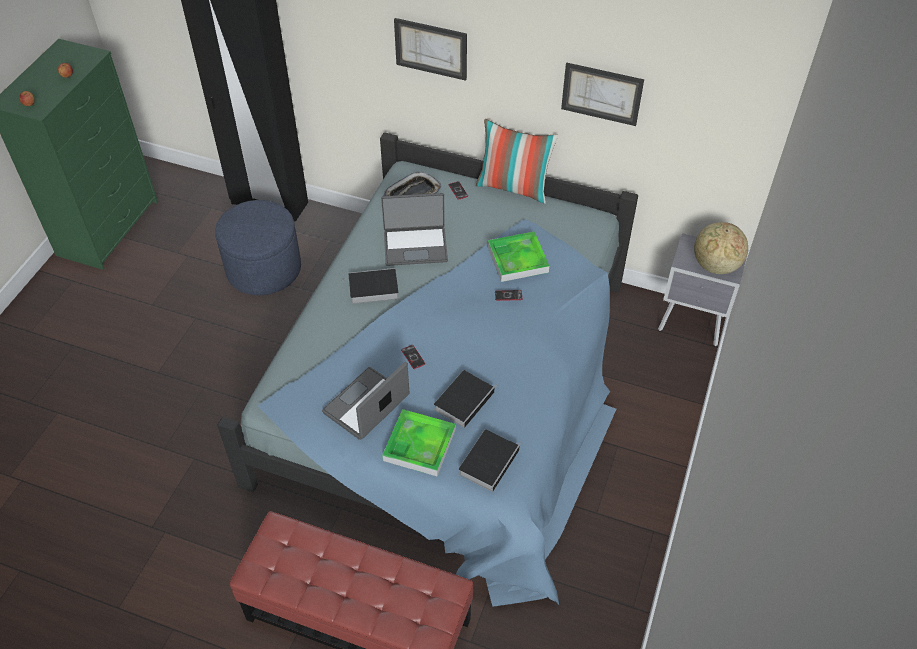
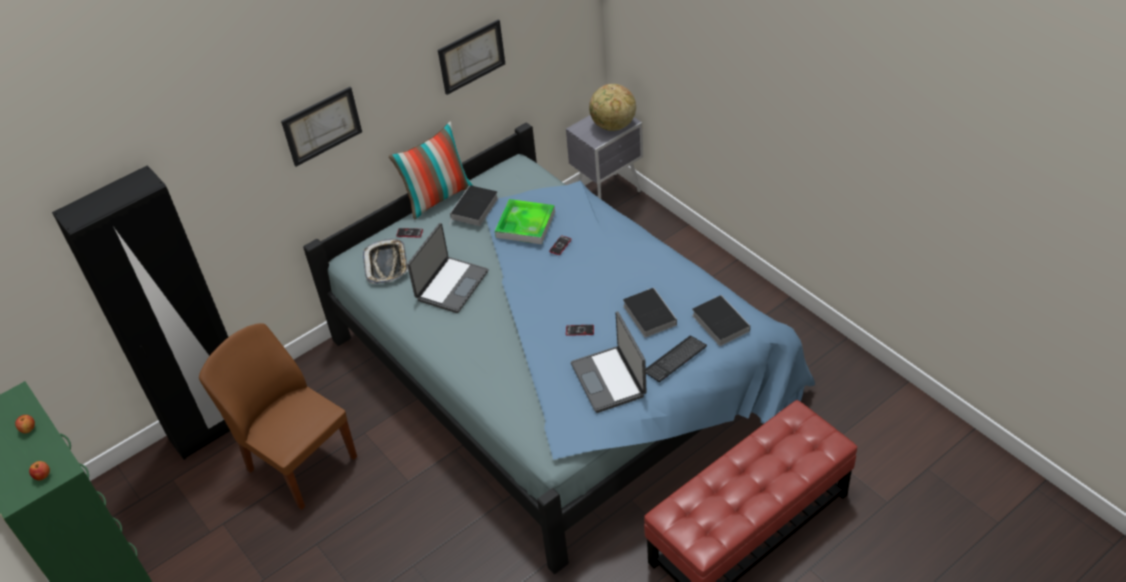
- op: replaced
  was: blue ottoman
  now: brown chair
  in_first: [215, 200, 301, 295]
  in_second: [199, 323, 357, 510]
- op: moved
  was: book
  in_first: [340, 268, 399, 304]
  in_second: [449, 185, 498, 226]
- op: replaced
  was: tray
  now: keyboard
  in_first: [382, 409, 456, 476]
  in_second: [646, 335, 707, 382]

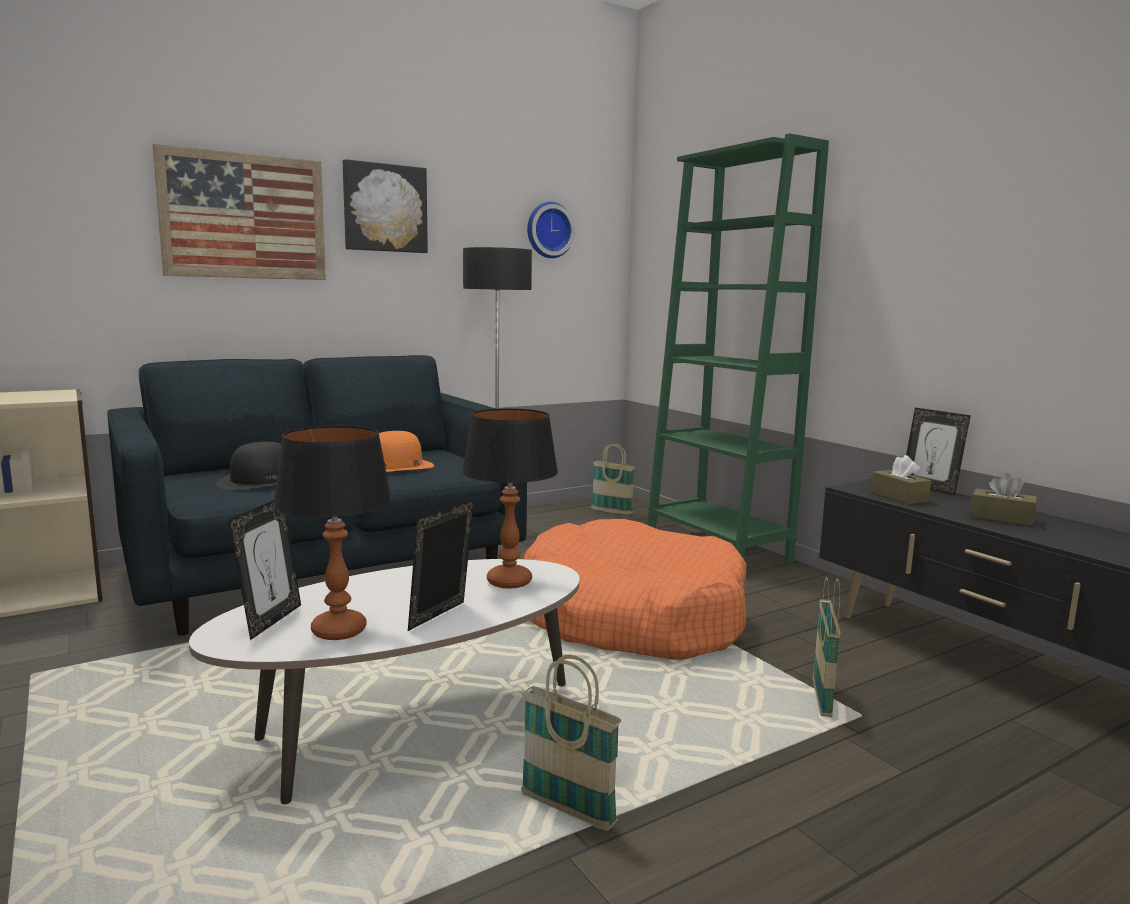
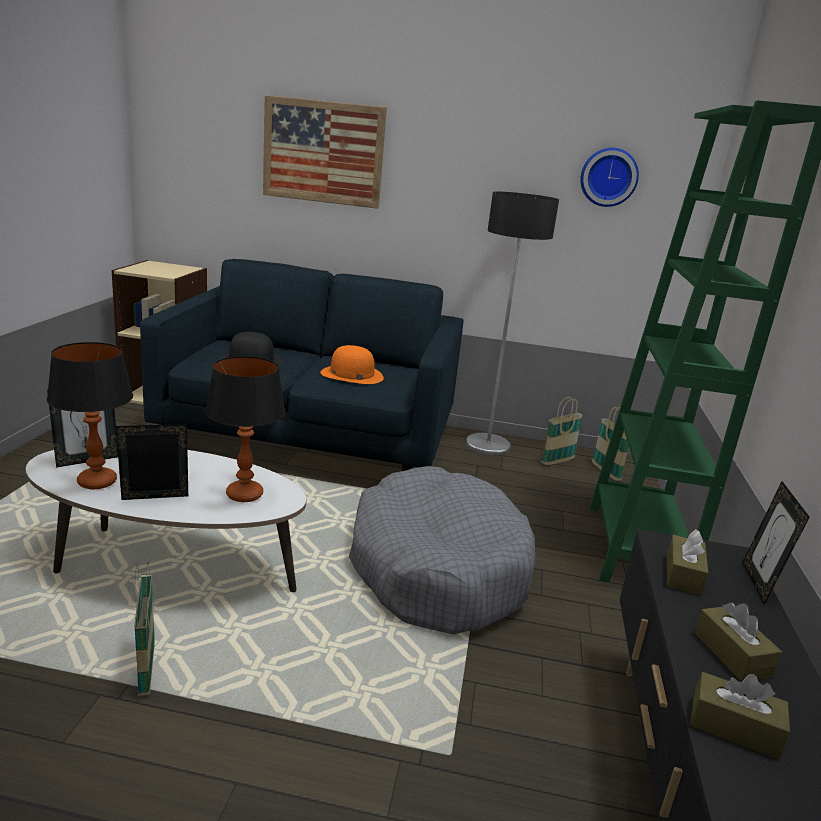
- op: removed
  was: picture
  in_first: [343, 159, 428, 253]
- op: recoloured
  was: orange dog bed
  now: grey dog bed
  in_first: [524, 519, 746, 660]
  in_second: [349, 466, 535, 634]
- op: moved
  was: basket
  in_first: [813, 577, 840, 717]
  in_second: [541, 397, 583, 465]
- op: added
  now: brown tissue box
  in_second: [690, 672, 790, 759]

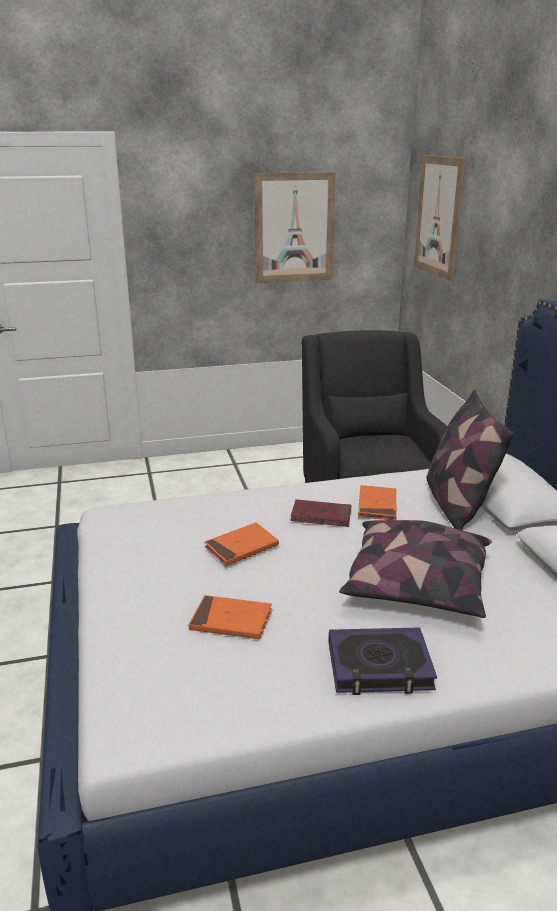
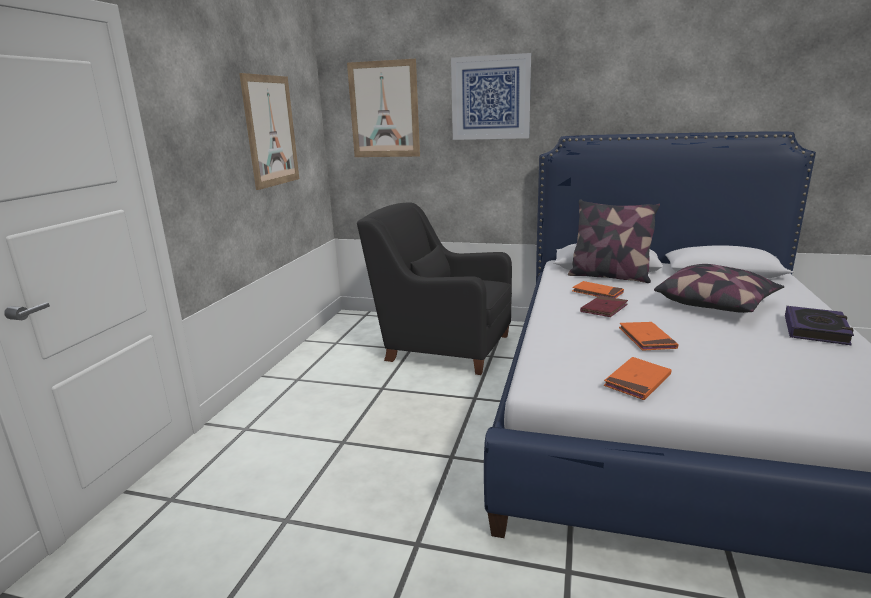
- op: moved
  was: orange book
  in_first: [188, 595, 272, 639]
  in_second: [604, 357, 672, 400]
- op: added
  now: picture
  in_second: [451, 53, 531, 140]

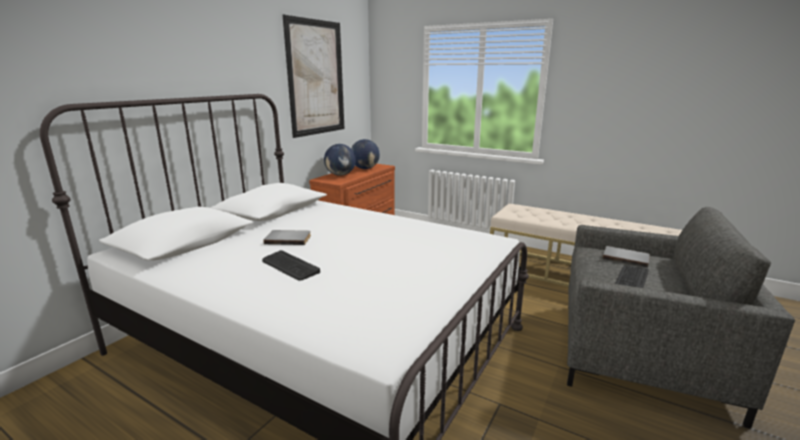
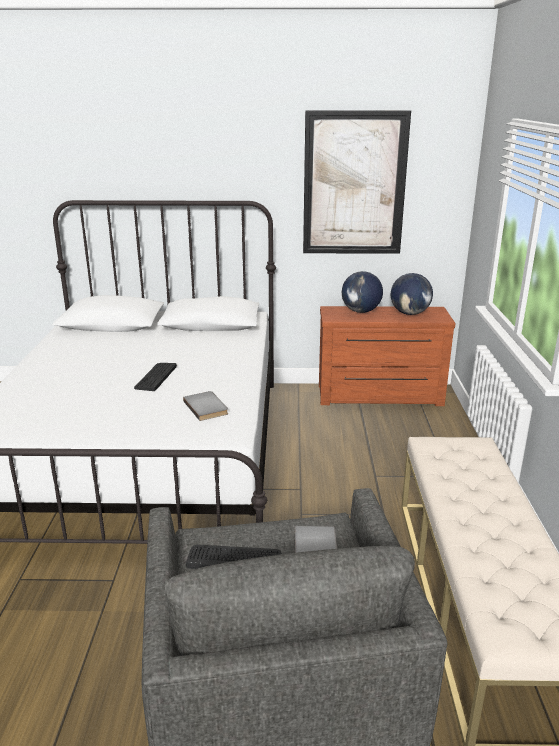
- op: moved
  was: keyboard
  in_first: [262, 250, 320, 281]
  in_second: [134, 363, 177, 391]
- op: moved
  was: grey book
  in_first: [263, 230, 311, 245]
  in_second: [183, 391, 228, 421]

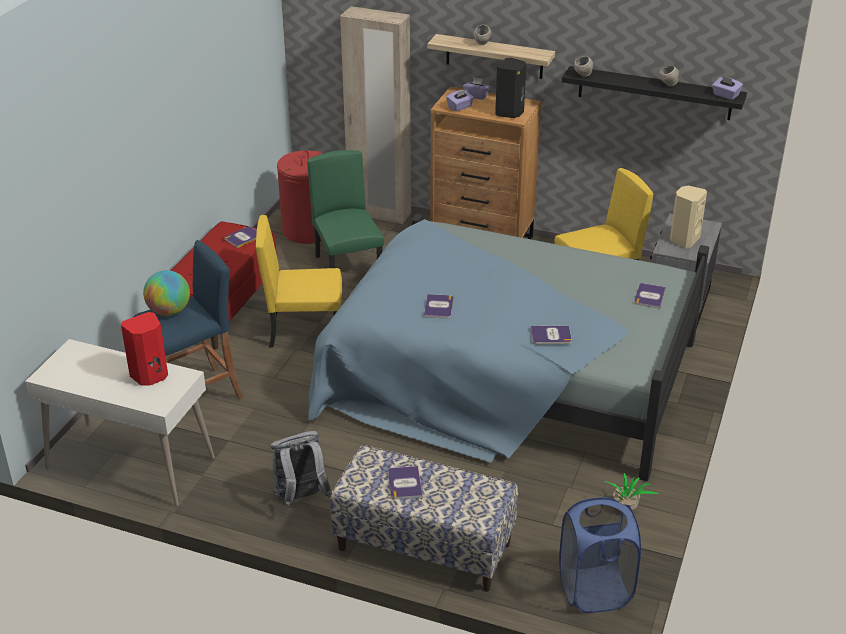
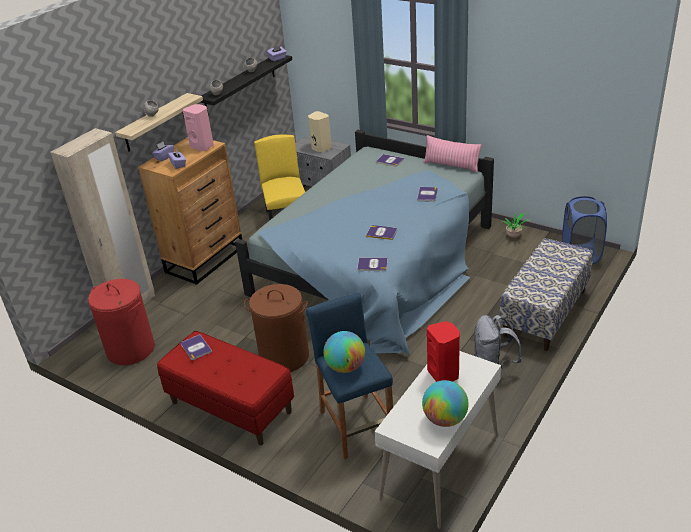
- op: replaced
  was: yellow chair
  now: brown laundry basket
  in_first: [256, 215, 342, 347]
  in_second: [244, 284, 309, 372]
- op: removed
  was: green chair
  in_first: [307, 150, 384, 268]
- op: moved
  was: book
  in_first: [388, 466, 423, 499]
  in_second: [357, 257, 388, 271]
- op: recoloured
  was: black speaker
  now: pink speaker
  in_first: [495, 58, 526, 118]
  in_second: [183, 104, 214, 151]
- op: added
  now: globe
  in_second: [422, 380, 469, 427]
- op: added
  now: pink pillow
  in_second: [423, 135, 482, 173]

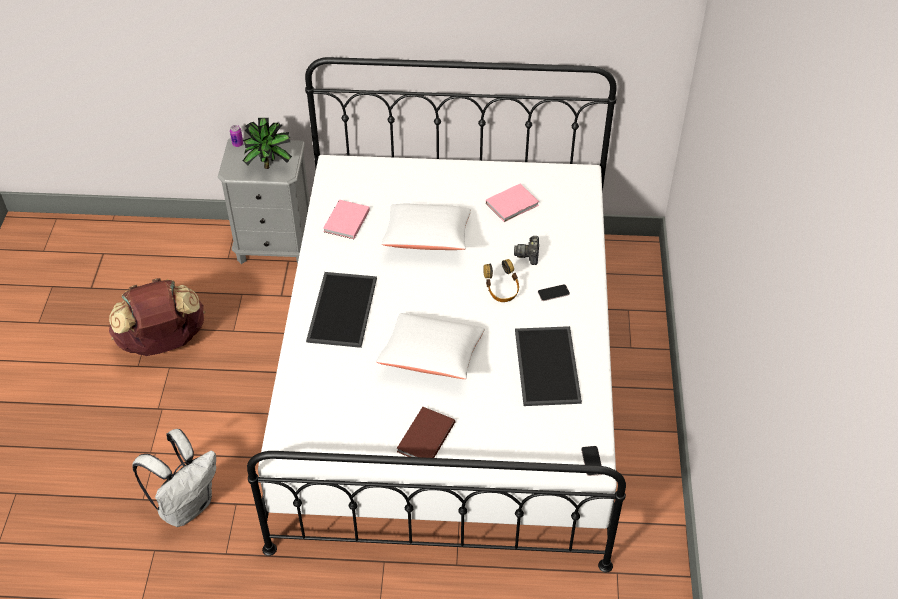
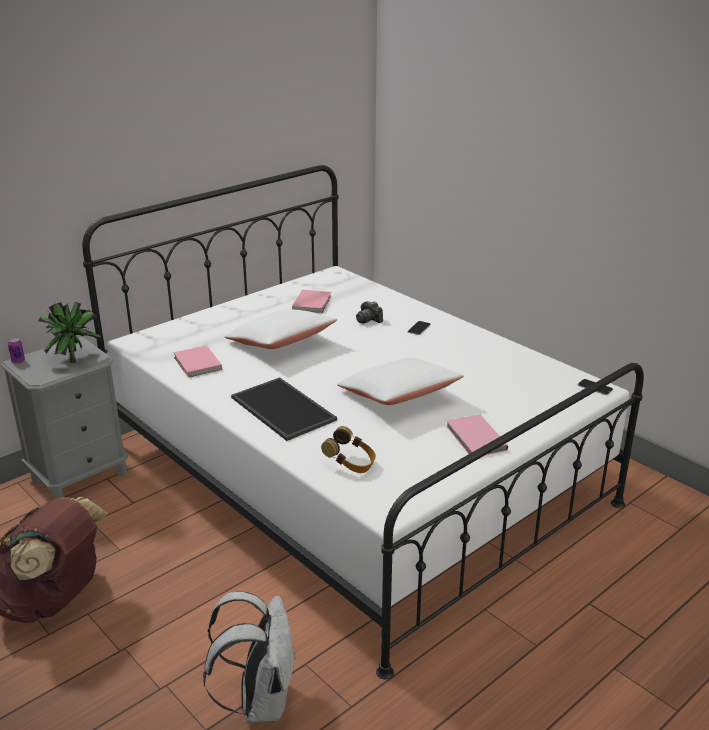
- op: recoloured
  was: brown book
  now: pink book
  in_first: [397, 407, 456, 458]
  in_second: [446, 414, 508, 455]
- op: moved
  was: headphones
  in_first: [483, 259, 519, 302]
  in_second: [321, 426, 376, 473]
- op: removed
  was: tray
  in_first: [515, 326, 582, 406]

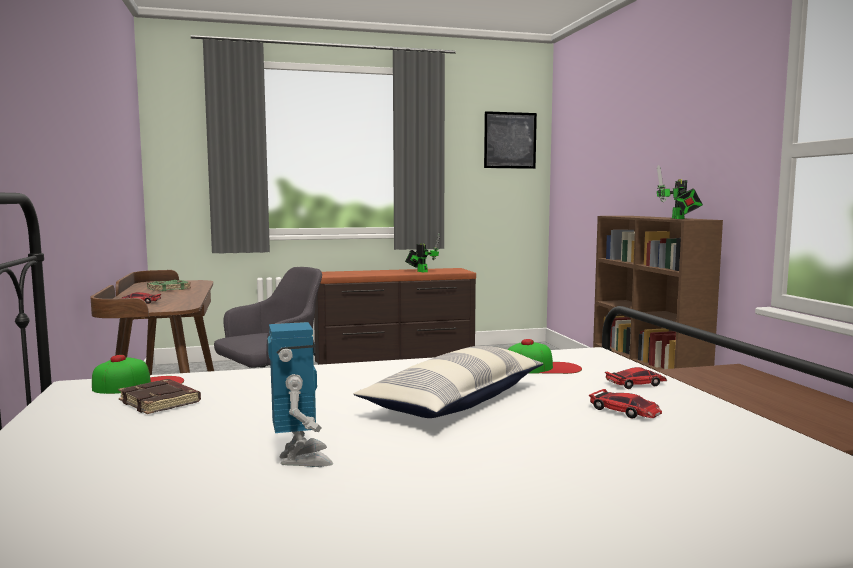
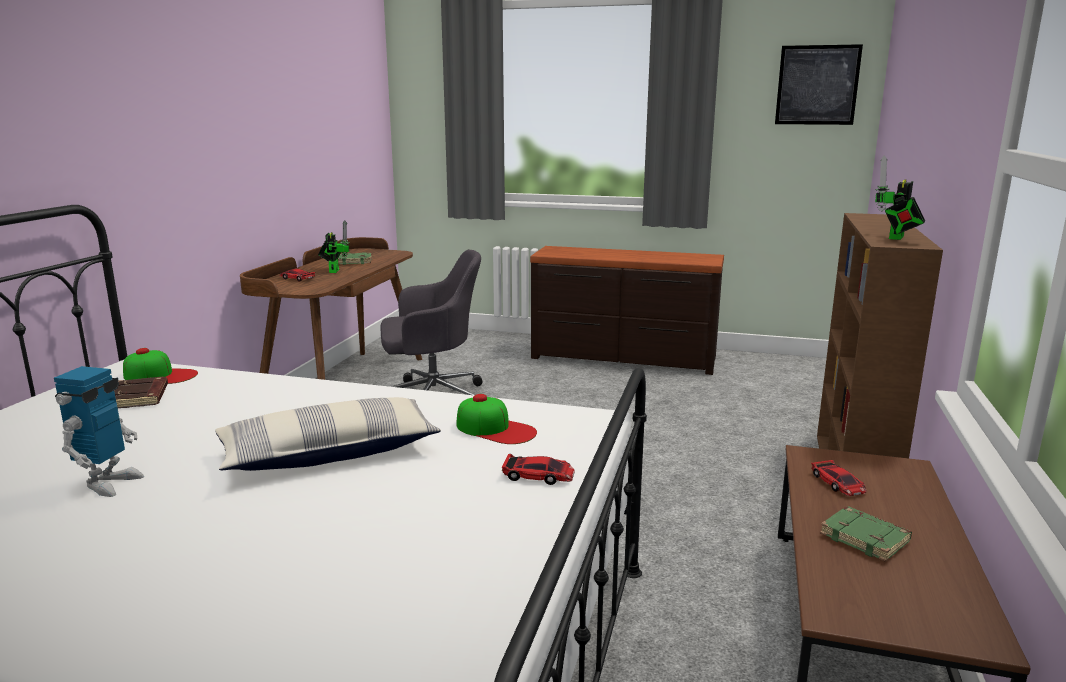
- op: moved
  was: toy robot
  in_first: [405, 233, 440, 272]
  in_second: [318, 221, 349, 273]
- op: moved
  was: toy car
  in_first: [589, 389, 662, 418]
  in_second: [811, 460, 867, 496]
- op: added
  now: green book
  in_second: [820, 506, 912, 562]

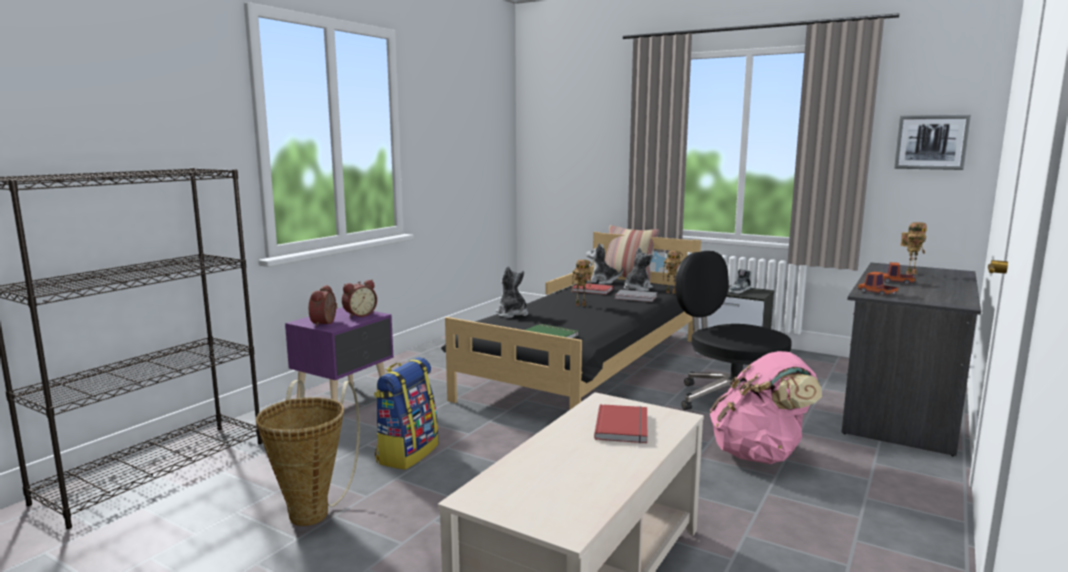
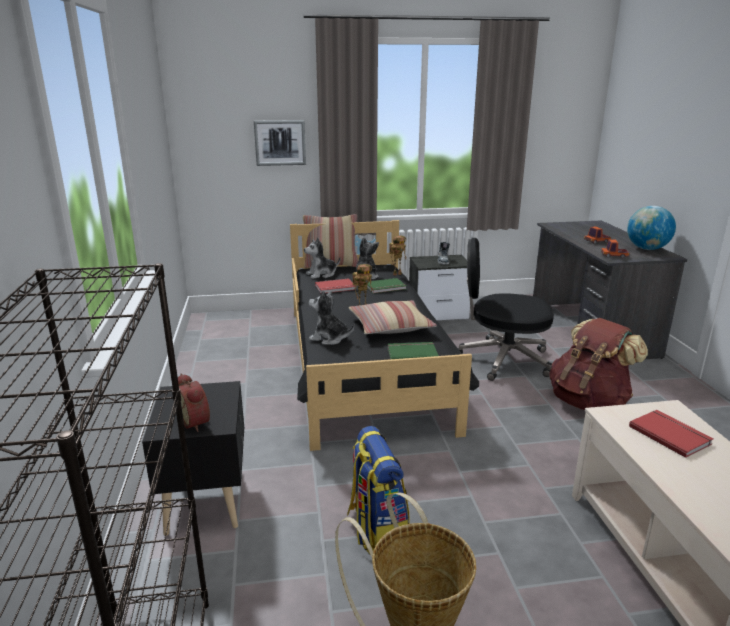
- op: recoloured
  was: purple nightstand
  now: black nightstand
  in_first: [285, 307, 394, 401]
  in_second: [142, 381, 244, 536]
- op: removed
  was: alarm clock
  in_first: [342, 280, 377, 318]
- op: recoloured
  was: grey book
  now: green book
  in_first: [615, 290, 657, 302]
  in_second: [367, 278, 406, 294]
- op: recoloured
  was: pink backpack
  now: brown backpack
  in_first: [710, 351, 822, 464]
  in_second: [550, 318, 648, 410]
- op: moved
  was: picture
  in_first: [894, 115, 971, 170]
  in_second: [254, 120, 306, 166]
- op: removed
  was: toy robot
  in_first: [900, 222, 927, 275]
- op: added
  now: pillow
  in_second: [349, 300, 437, 334]
- op: added
  now: globe
  in_second: [627, 206, 676, 250]

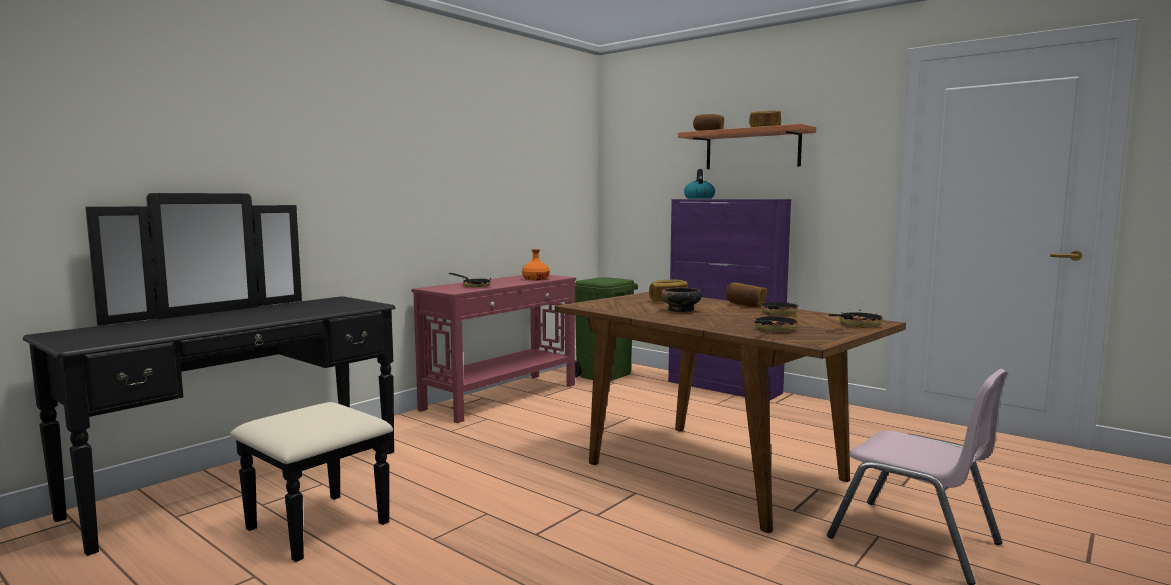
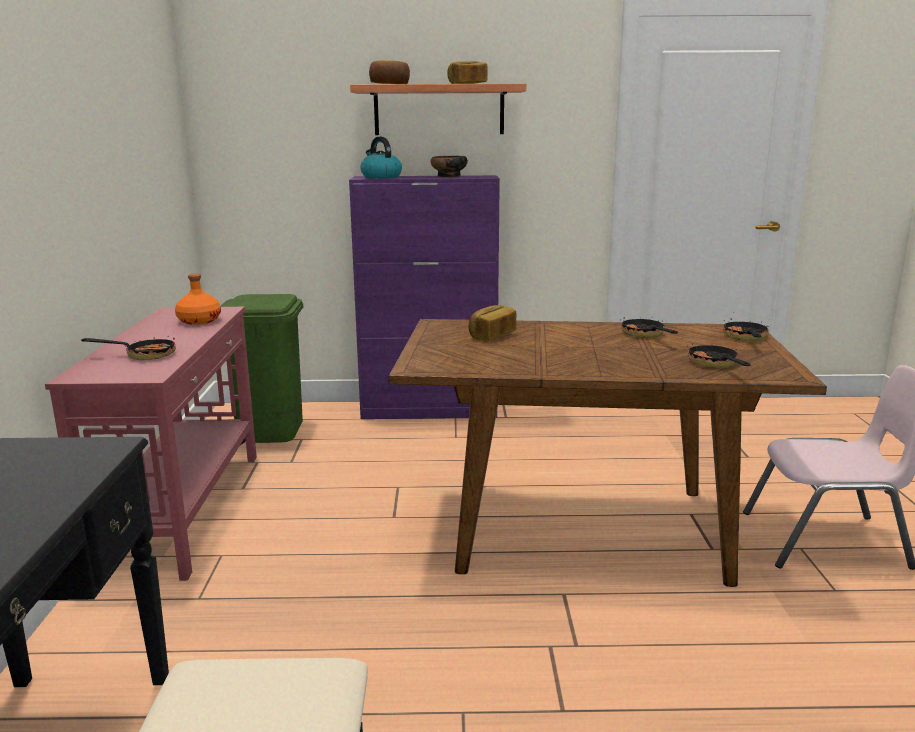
- op: moved
  was: bowl
  in_first: [661, 288, 702, 312]
  in_second: [430, 156, 468, 177]
- op: removed
  was: bread
  in_first: [726, 282, 767, 308]

